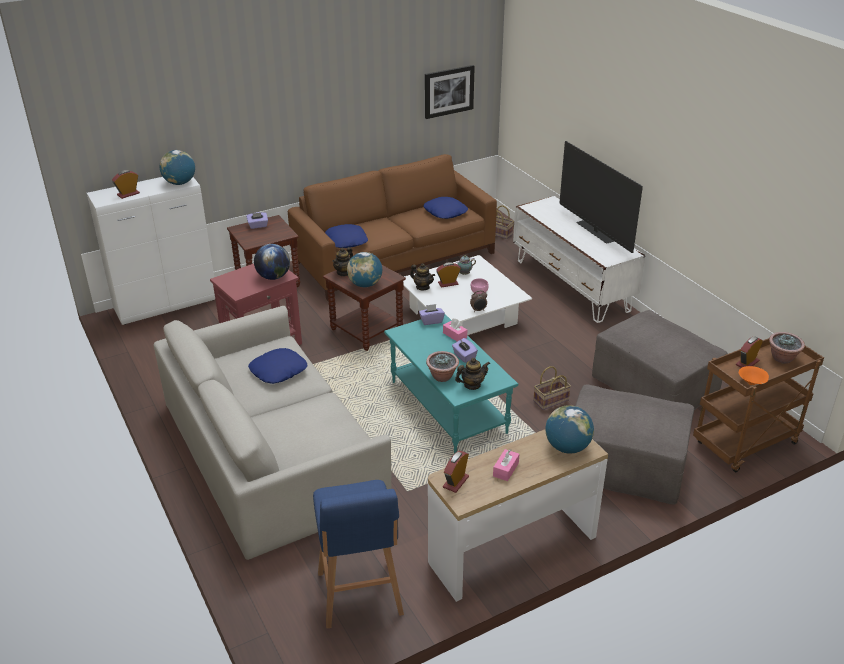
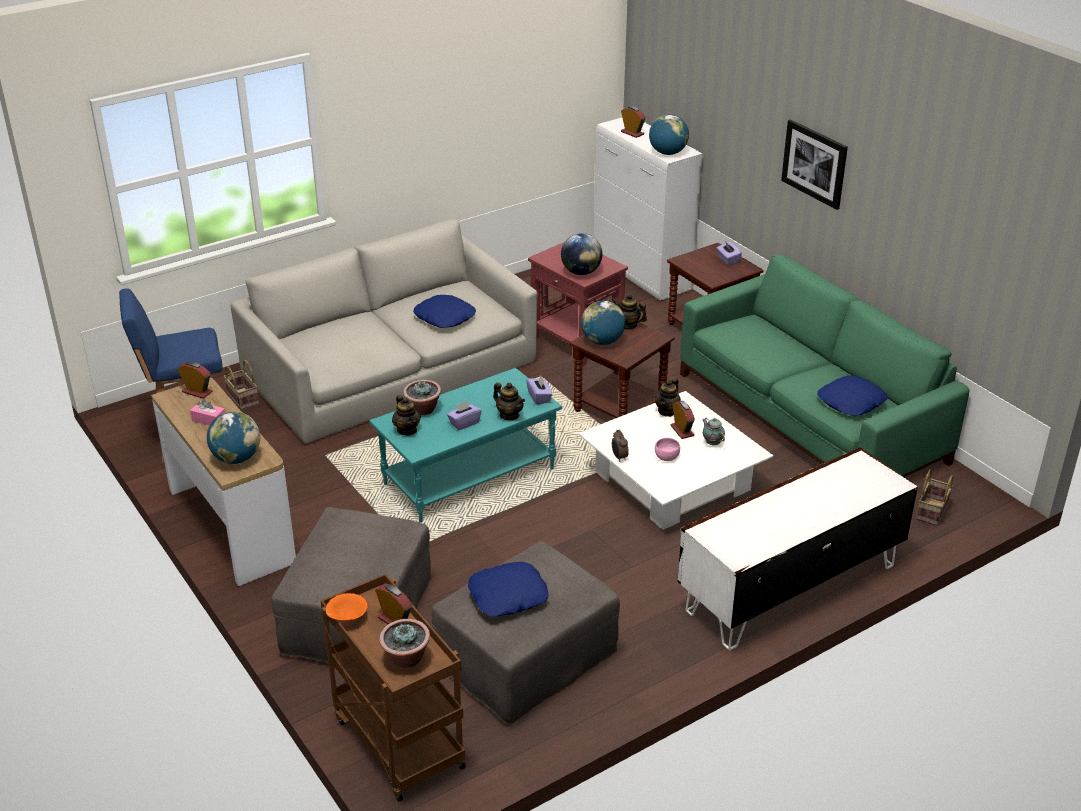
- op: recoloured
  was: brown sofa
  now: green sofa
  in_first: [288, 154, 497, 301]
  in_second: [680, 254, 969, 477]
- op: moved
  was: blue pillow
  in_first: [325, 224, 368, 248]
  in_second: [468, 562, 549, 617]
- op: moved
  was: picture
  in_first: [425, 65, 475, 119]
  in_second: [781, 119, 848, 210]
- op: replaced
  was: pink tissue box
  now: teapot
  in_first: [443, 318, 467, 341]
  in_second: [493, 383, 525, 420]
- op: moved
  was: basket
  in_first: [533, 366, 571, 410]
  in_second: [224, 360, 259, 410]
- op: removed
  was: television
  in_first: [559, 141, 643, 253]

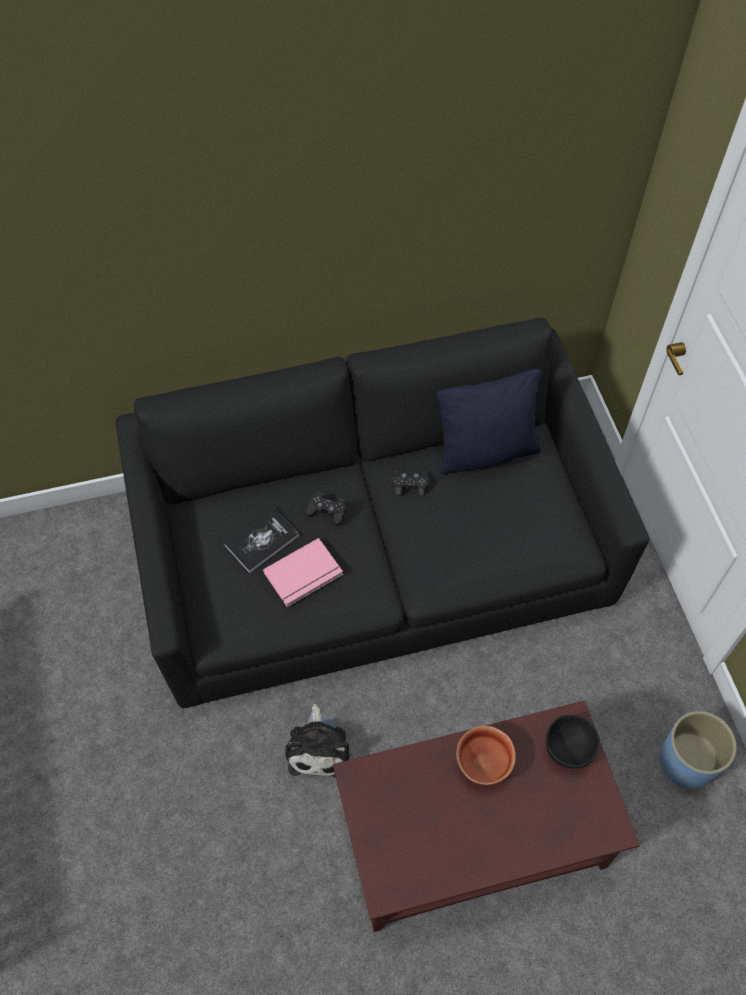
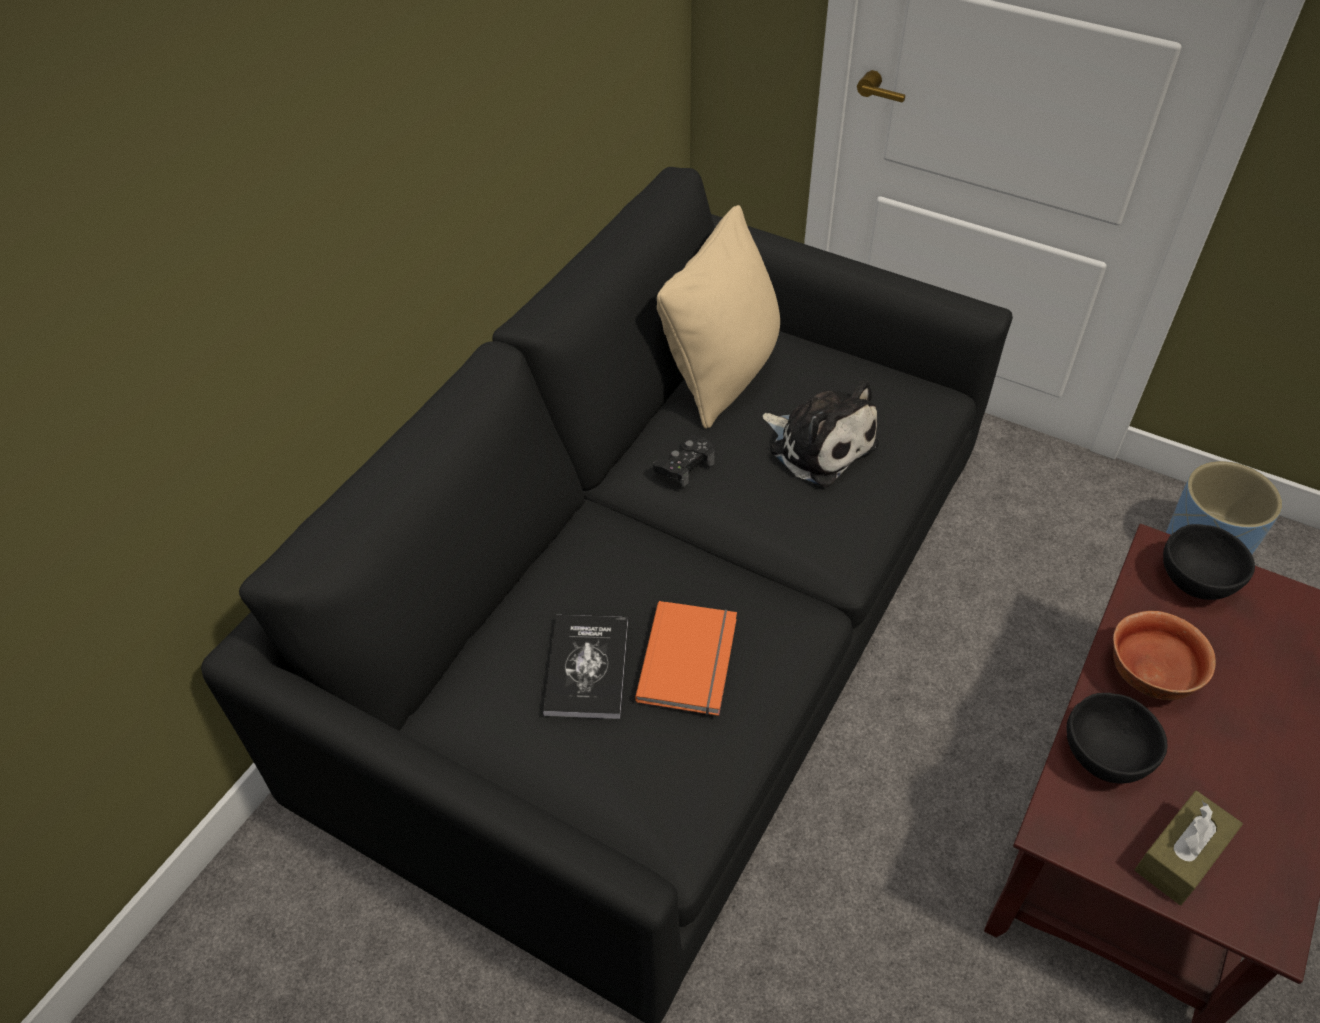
- op: recoloured
  was: pink book
  now: orange book
  in_first: [263, 538, 343, 607]
  in_second: [635, 601, 737, 716]
- op: moved
  was: plush toy
  in_first: [285, 704, 350, 777]
  in_second: [763, 380, 879, 487]
- op: removed
  was: black game controller
  in_first: [307, 492, 346, 526]
- op: recoloured
  was: black pillow
  now: beige pillow
  in_first: [436, 369, 541, 475]
  in_second: [657, 205, 780, 429]
- op: added
  now: black bowl
  in_second: [1066, 693, 1167, 784]
- op: added
  now: brown tissue box
  in_second: [1134, 791, 1243, 905]

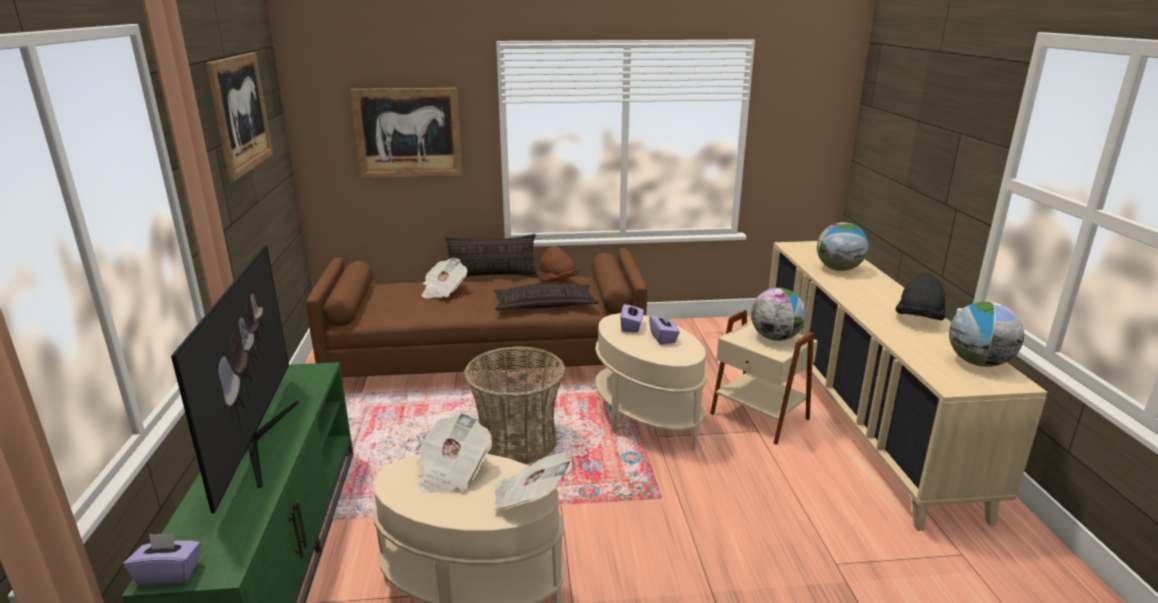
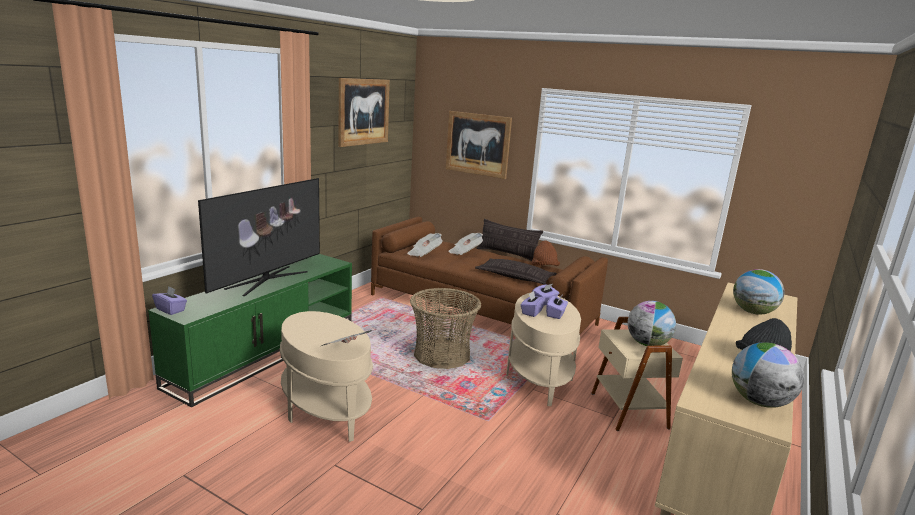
- op: moved
  was: newspaper
  in_first: [417, 412, 492, 493]
  in_second: [407, 233, 443, 257]
- op: added
  now: purple tissue box
  in_second: [521, 291, 546, 317]

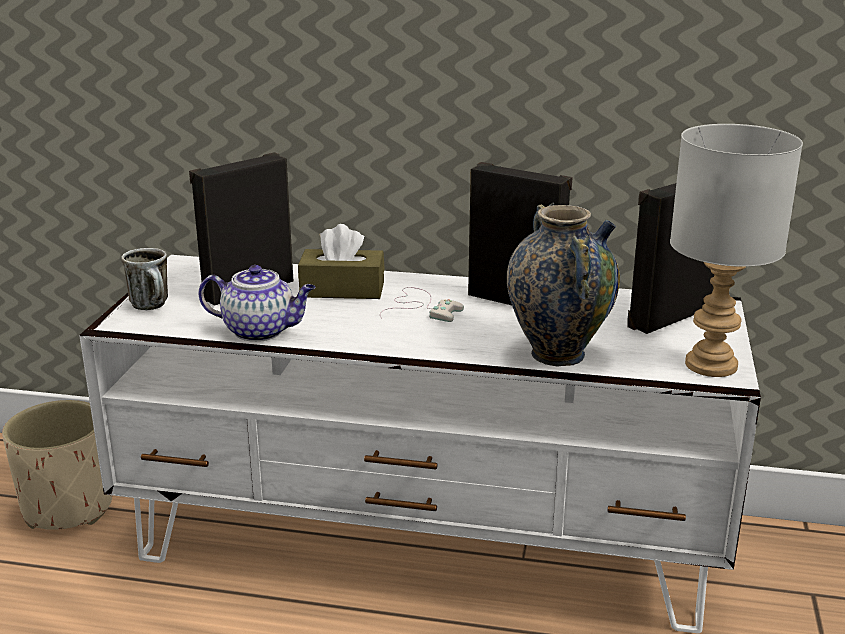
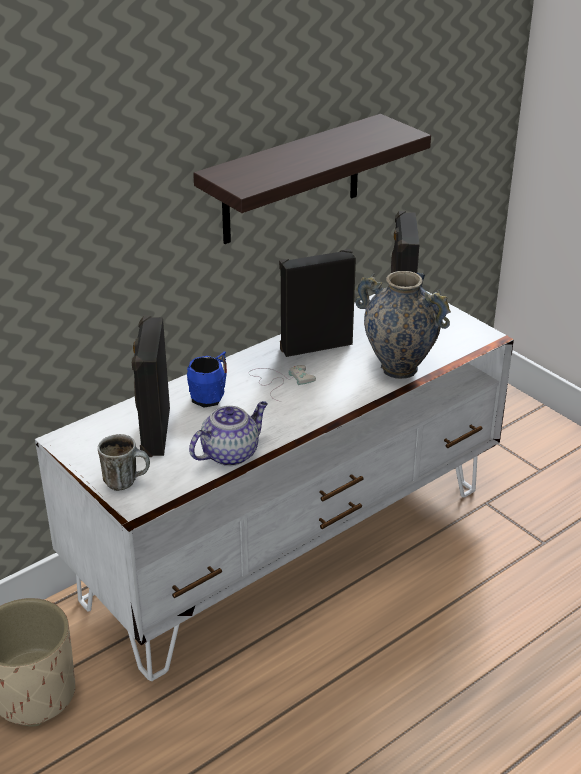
- op: replaced
  was: brown tissue box
  now: blue mug
  in_first: [298, 224, 385, 299]
  in_second: [187, 352, 227, 408]
- op: removed
  was: grey table lamp
  in_first: [670, 124, 803, 377]
- op: added
  now: shelf
  in_second: [193, 114, 431, 244]

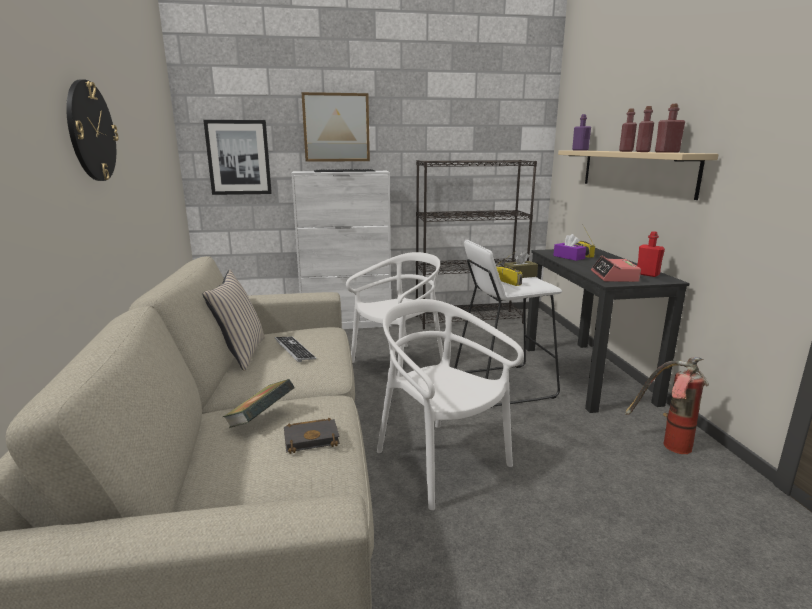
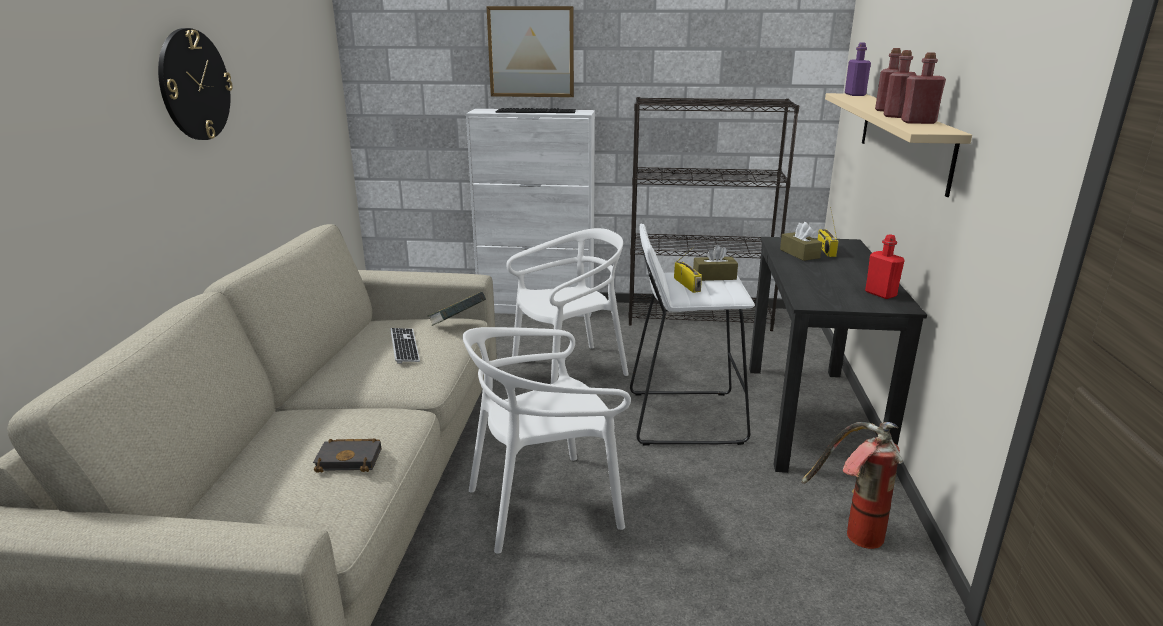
- op: removed
  was: beige pillow
  in_first: [202, 270, 265, 371]
- op: removed
  was: picture
  in_first: [203, 120, 272, 195]
- op: moved
  was: book
  in_first: [223, 379, 294, 428]
  in_second: [427, 292, 486, 326]
- op: turned
  was: white chair
  in_first: [377, 299, 524, 510]
  in_second: [463, 327, 631, 554]
  clockwise: -90
- op: recoloured
  was: purple tissue box
  now: brown tissue box
  in_first: [553, 234, 586, 261]
  in_second: [780, 222, 822, 261]
- op: removed
  was: alarm clock
  in_first: [591, 256, 641, 282]

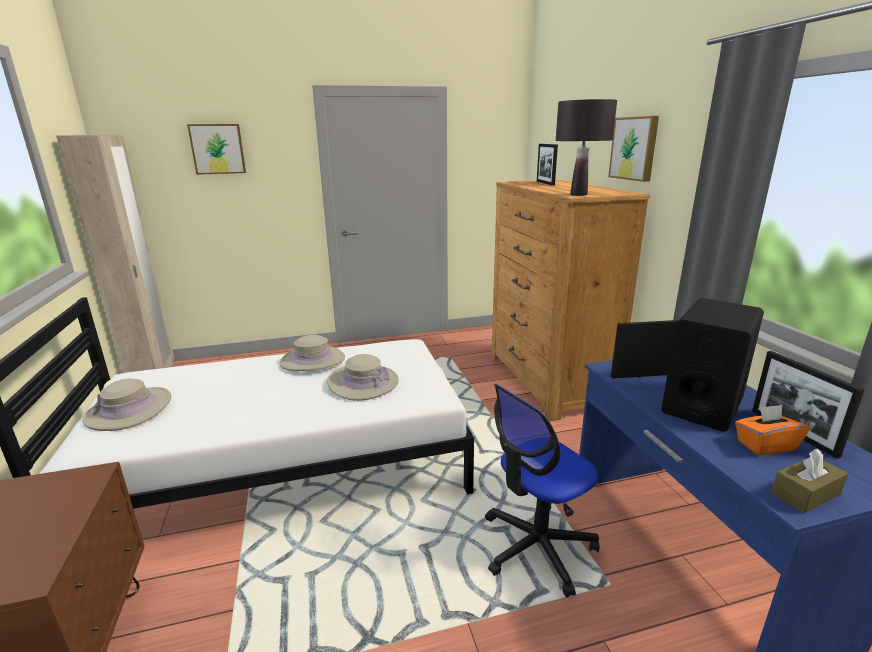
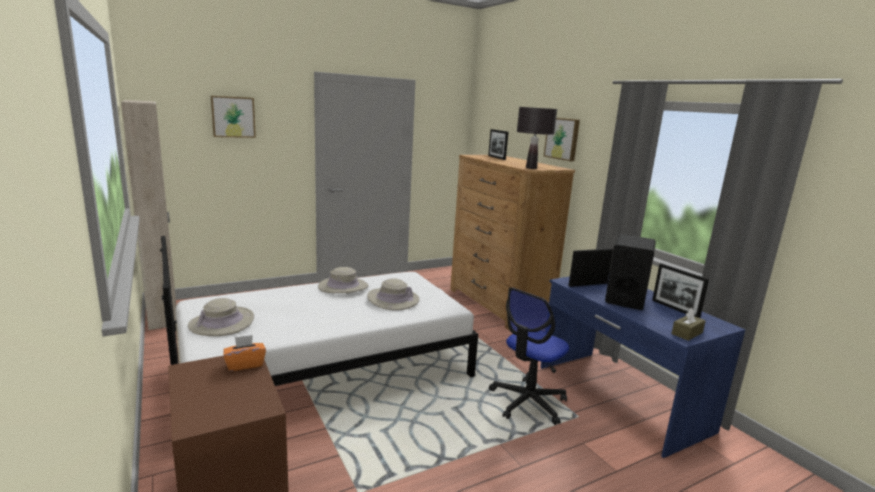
- op: moved
  was: orange tissue box
  in_first: [735, 405, 810, 455]
  in_second: [223, 335, 266, 371]

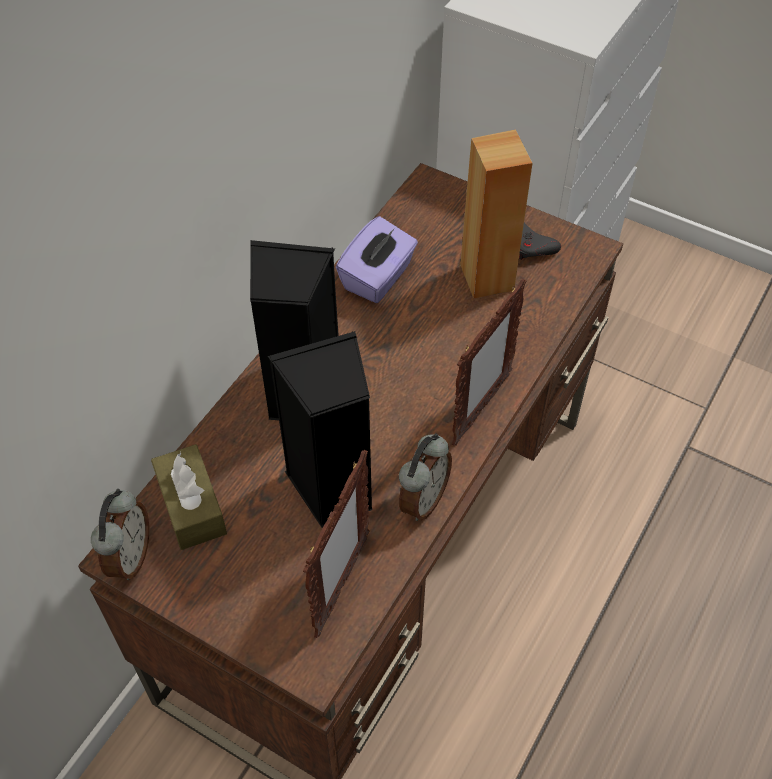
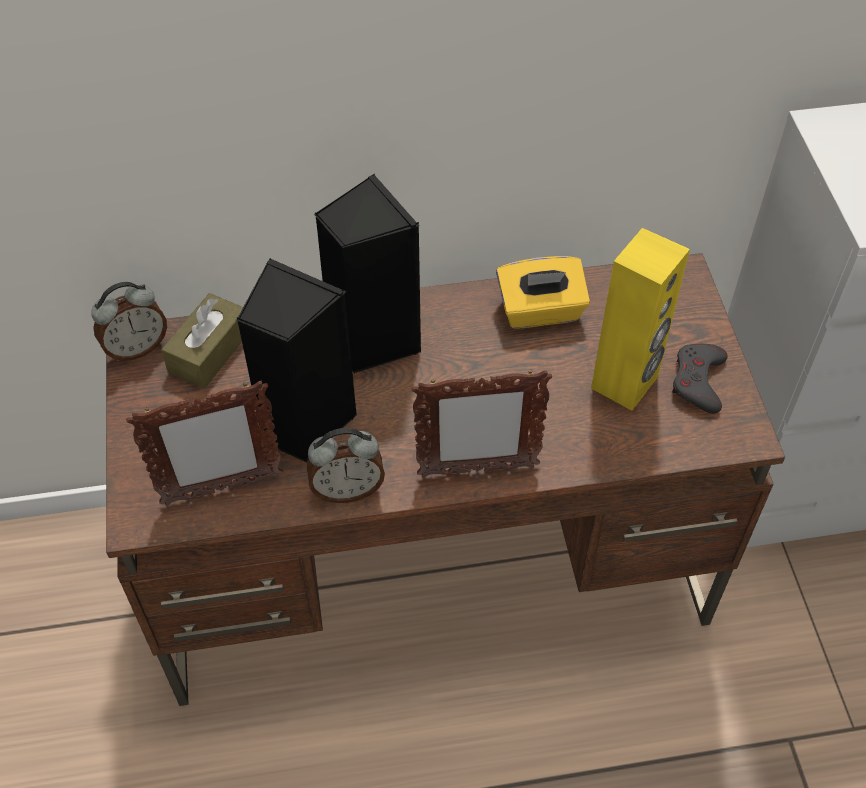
- op: recoloured
  was: purple tissue box
  now: yellow tissue box
  in_first: [336, 216, 418, 303]
  in_second: [496, 256, 590, 329]
- op: recoloured
  was: brown speaker
  now: yellow speaker
  in_first: [460, 130, 532, 298]
  in_second: [591, 228, 690, 411]

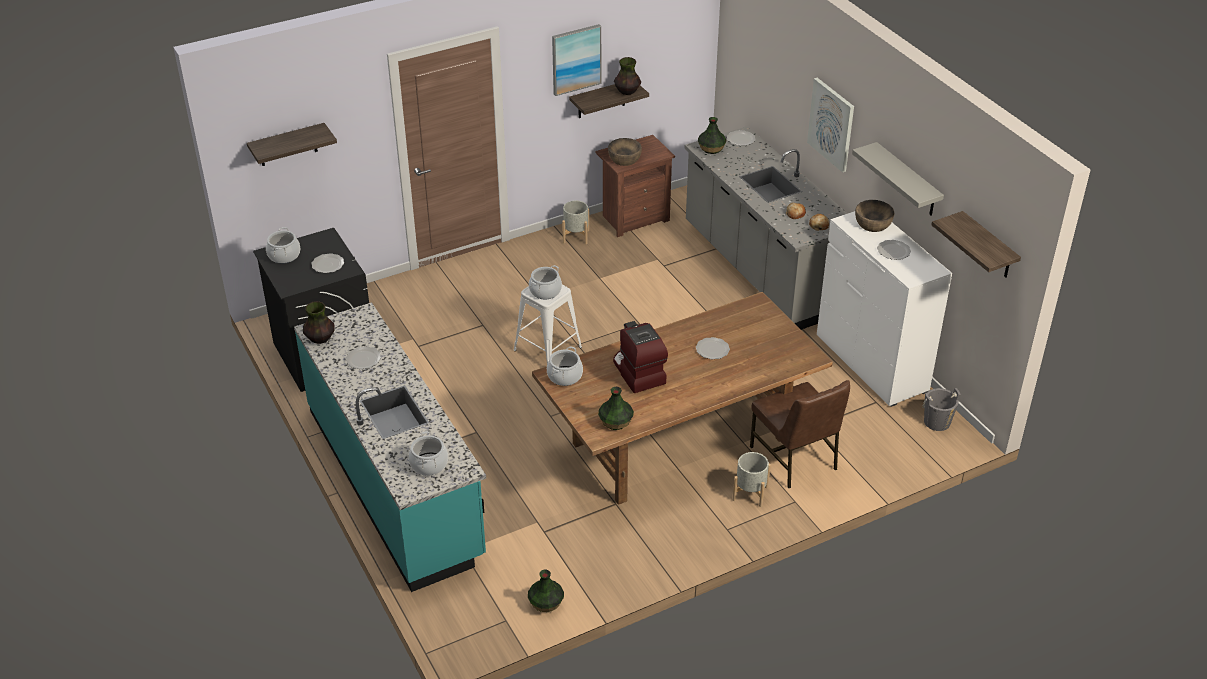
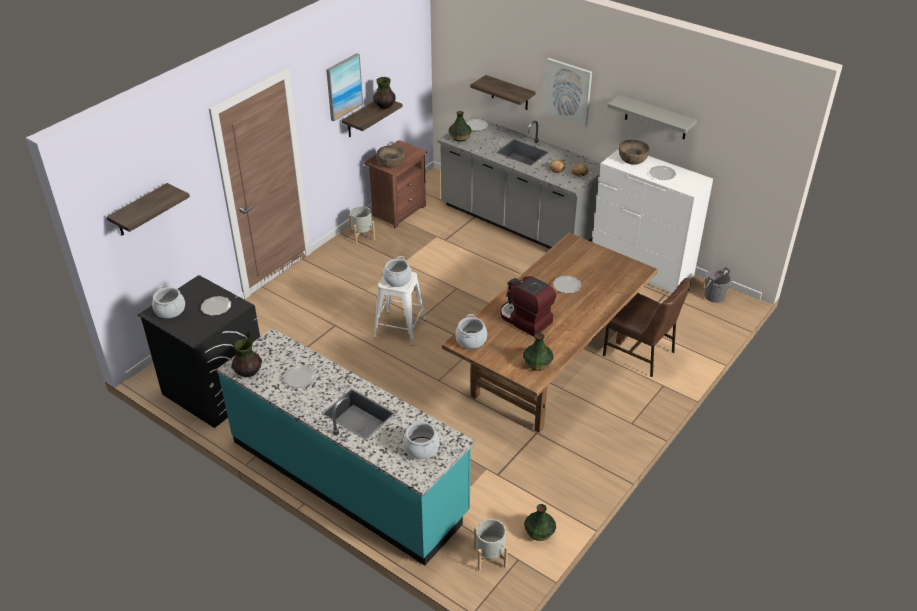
- op: moved
  was: grey planter
  in_first: [733, 452, 771, 507]
  in_second: [474, 519, 508, 571]
- op: moved
  was: shelf
  in_first: [931, 211, 1021, 278]
  in_second: [470, 75, 536, 110]

